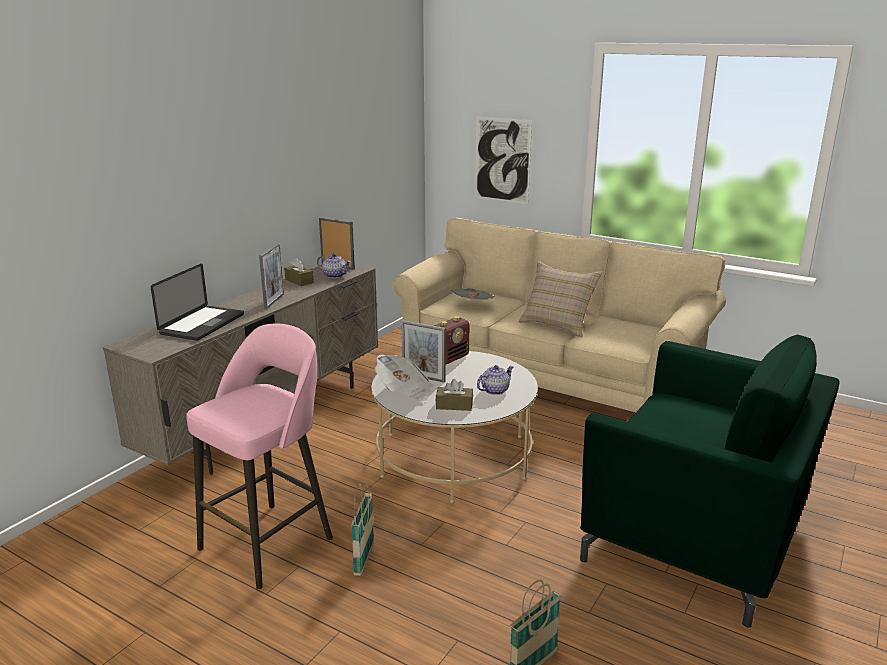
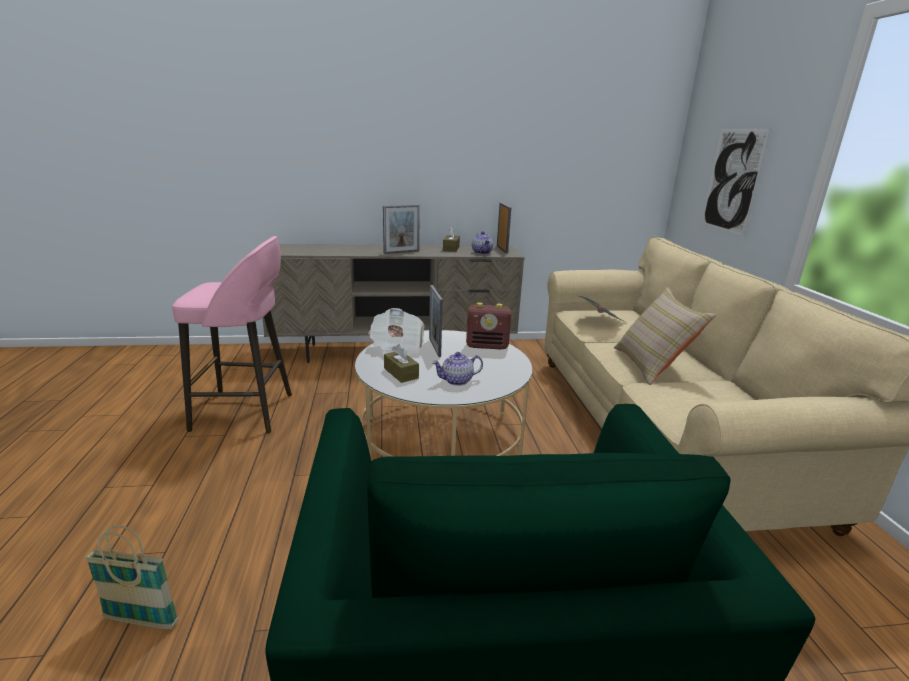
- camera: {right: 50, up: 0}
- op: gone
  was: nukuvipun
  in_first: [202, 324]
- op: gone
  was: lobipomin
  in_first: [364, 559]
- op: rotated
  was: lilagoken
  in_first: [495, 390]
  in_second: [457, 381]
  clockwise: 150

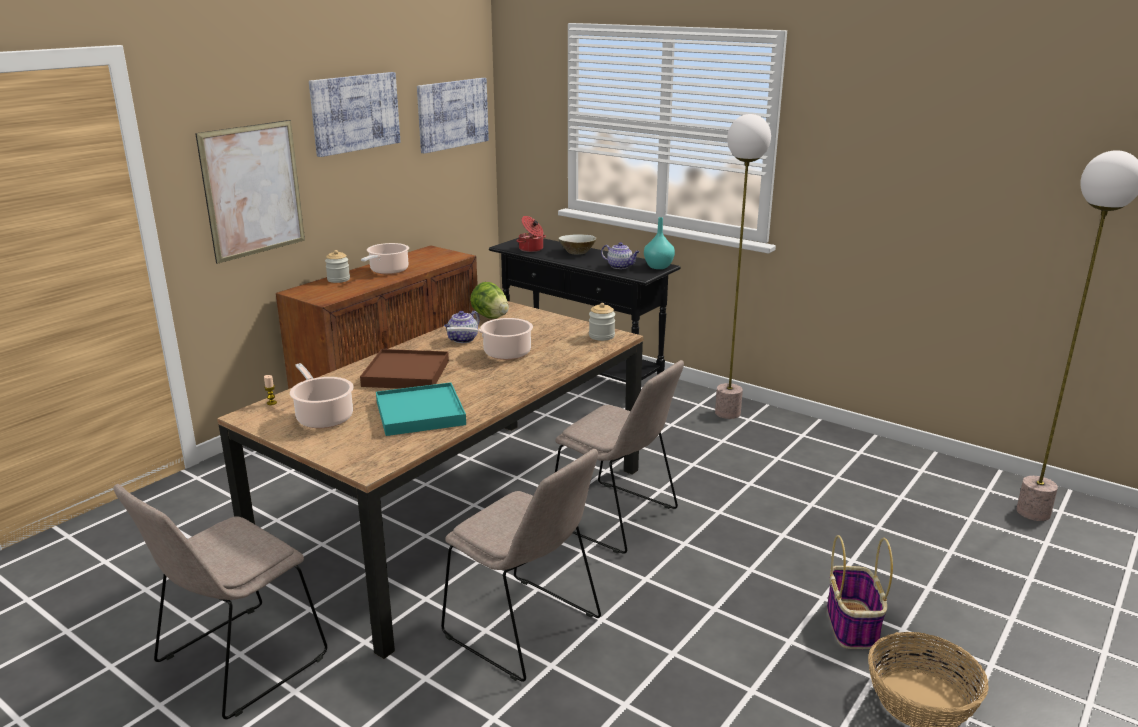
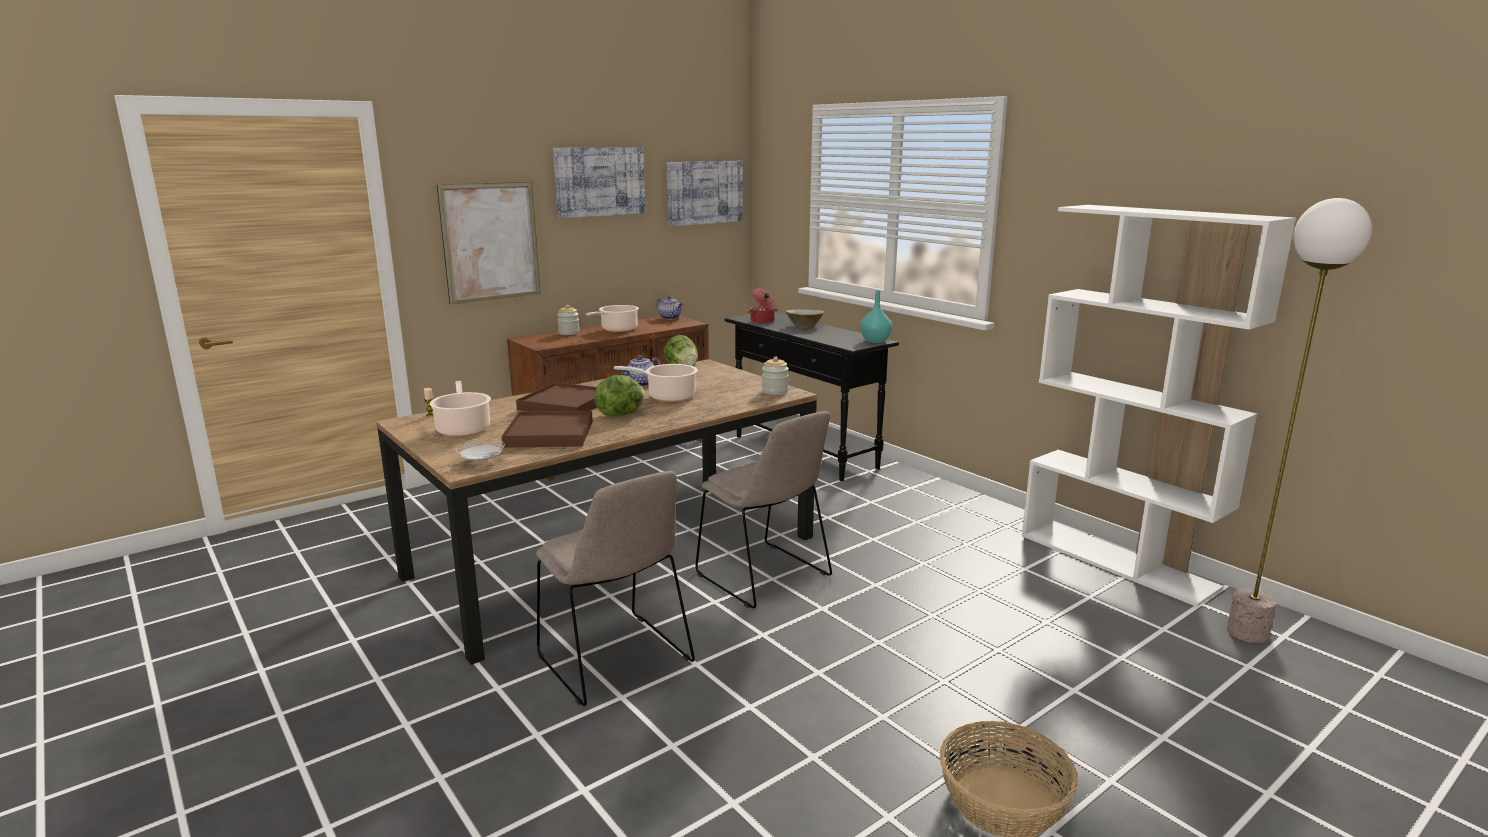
- camera: {right: 15, up: -5}
- op: gone
  was: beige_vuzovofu
  in_first: [237, 663]
- op: repainted
  was: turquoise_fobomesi
  now: brown_fobomesi
  in_first: [420, 413]
  in_second: [550, 434]
- op: shifted
  was: lilagoken
  in_first: [620, 266]
  in_second: [670, 318]
- op: gone
  was: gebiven
  in_first: [727, 413]
- op: gone
  was: lobipomin
  in_first: [852, 625]
- op: new
  now: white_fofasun
  in_second: [481, 461]
- op: new
  now: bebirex
  in_second: [621, 414]
- op: new
  now: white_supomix
  in_second: [1117, 561]

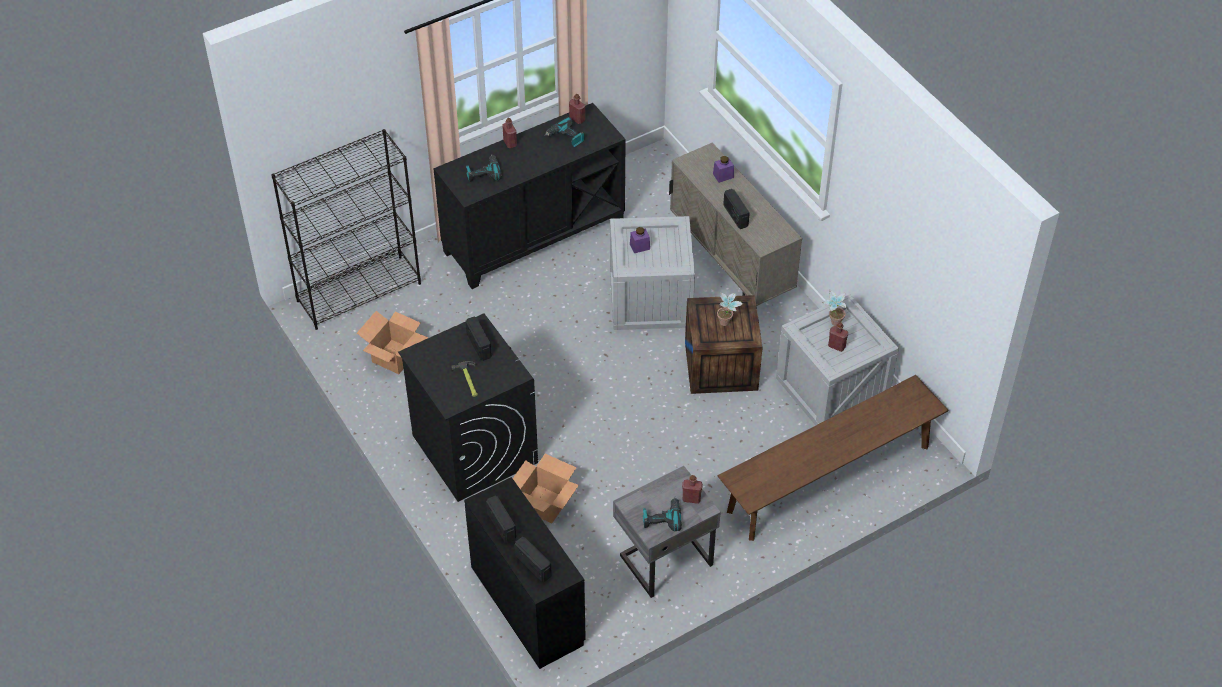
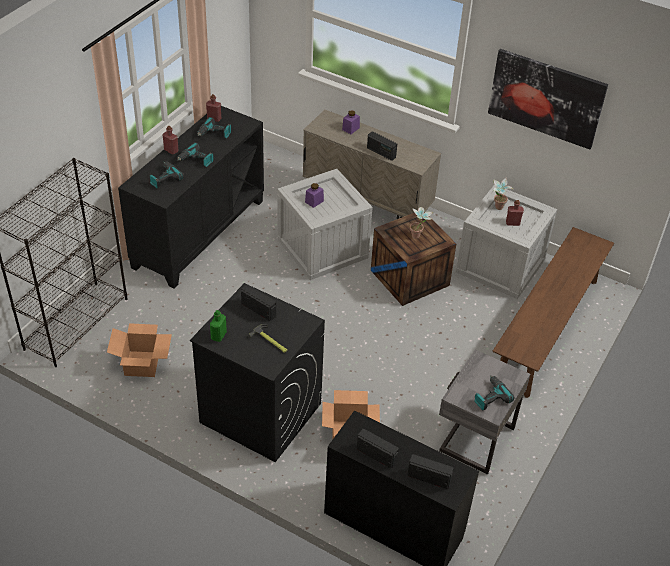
- camera: {right: -30, up: -5}
- op: gone
  was: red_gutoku
  in_first: [691, 498]
- op: new
  now: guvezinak
  in_second: [196, 160]
- op: new
  now: green_gutoku
  in_second: [218, 336]
- op: new
  now: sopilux
  in_second: [546, 98]

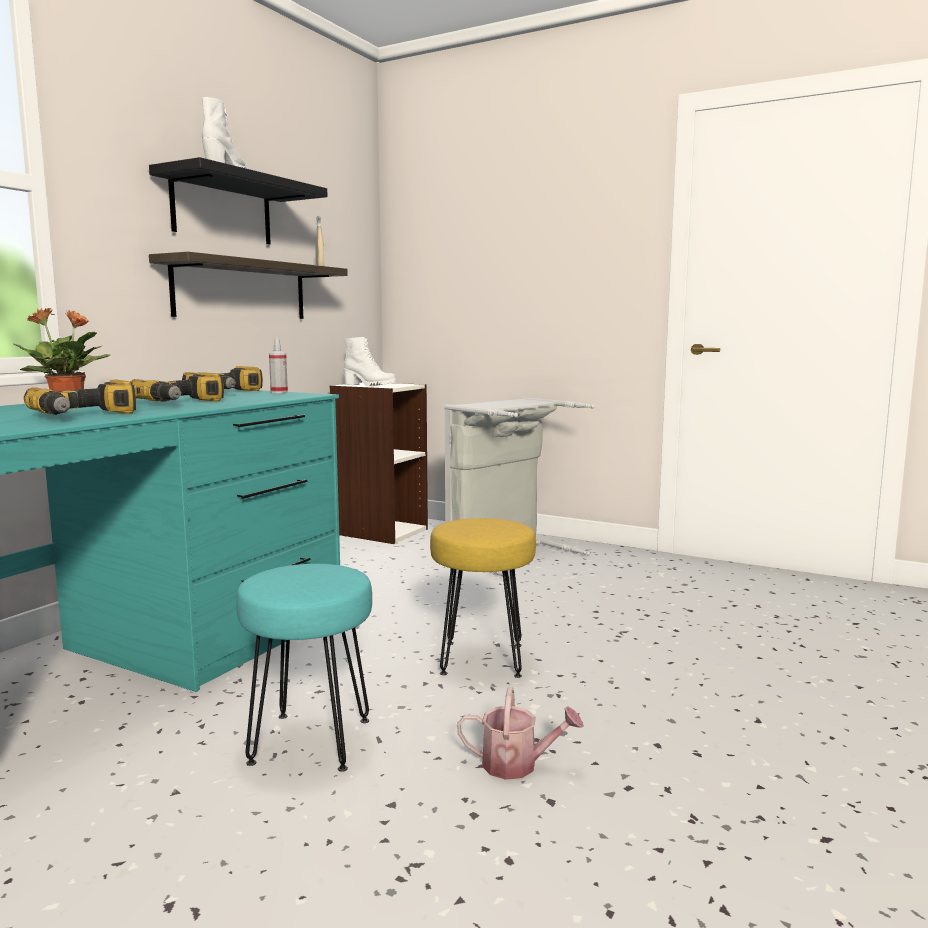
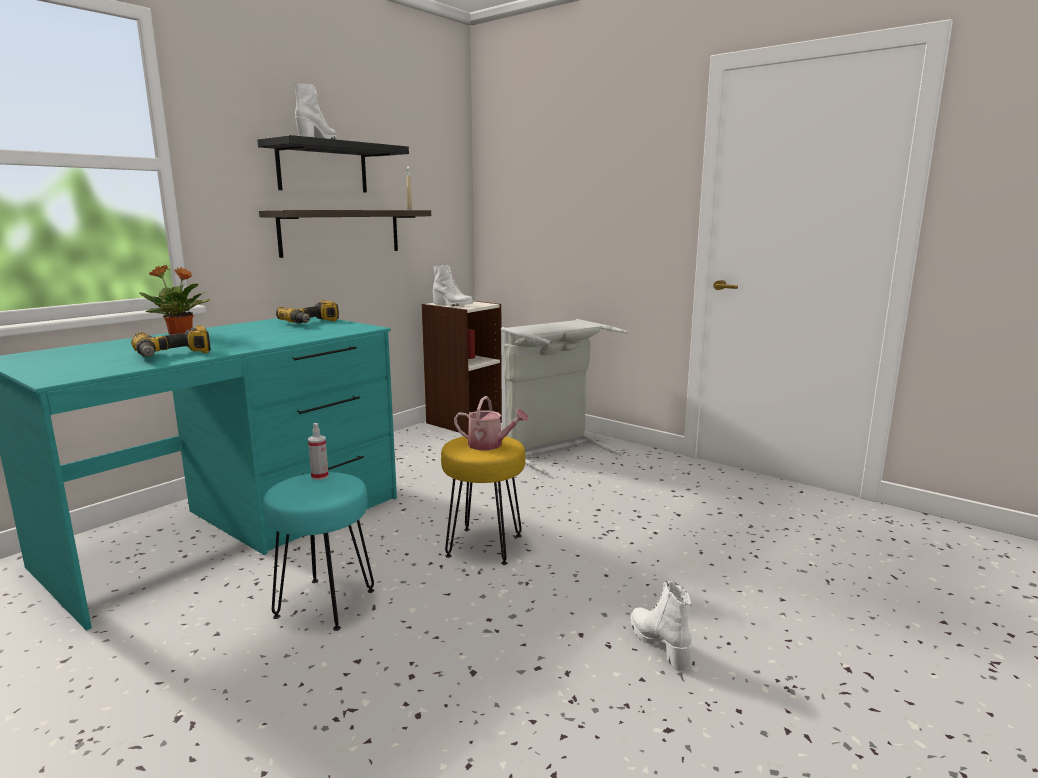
- camera: {right: 10, up: 5}
- op: gone
  was: guvezinak
  in_first: [182, 403]
- op: shifted
  was: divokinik
  in_first: [279, 392]
  in_second: [320, 476]
- op: shifted
  was: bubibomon
  in_first: [517, 764]
  in_second: [490, 445]
- op: new
  now: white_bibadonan
  in_second: [660, 644]

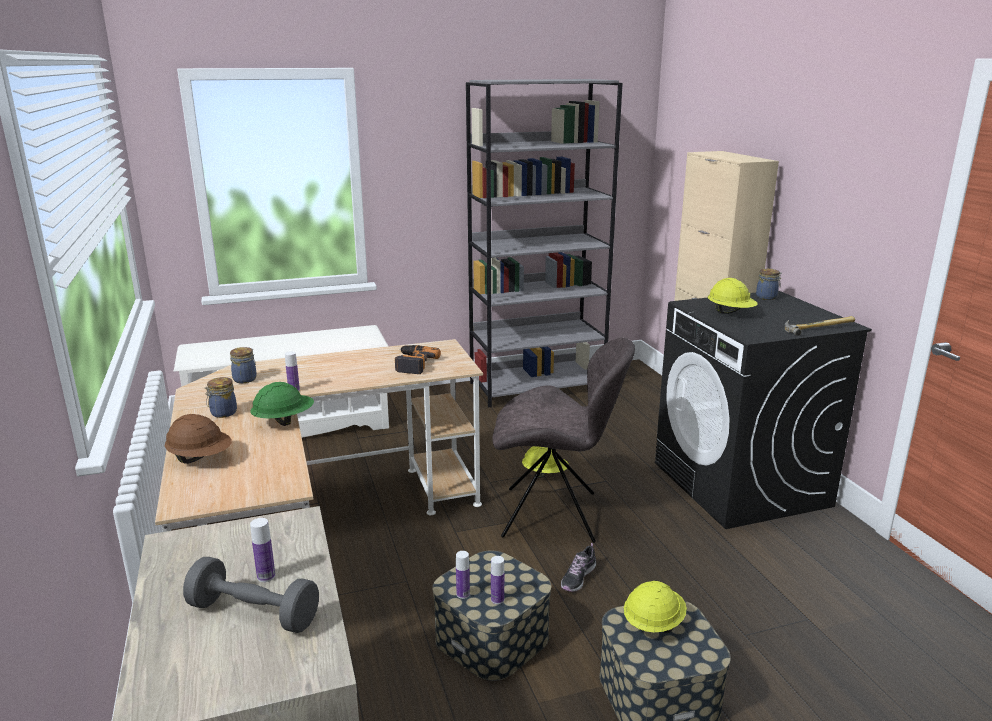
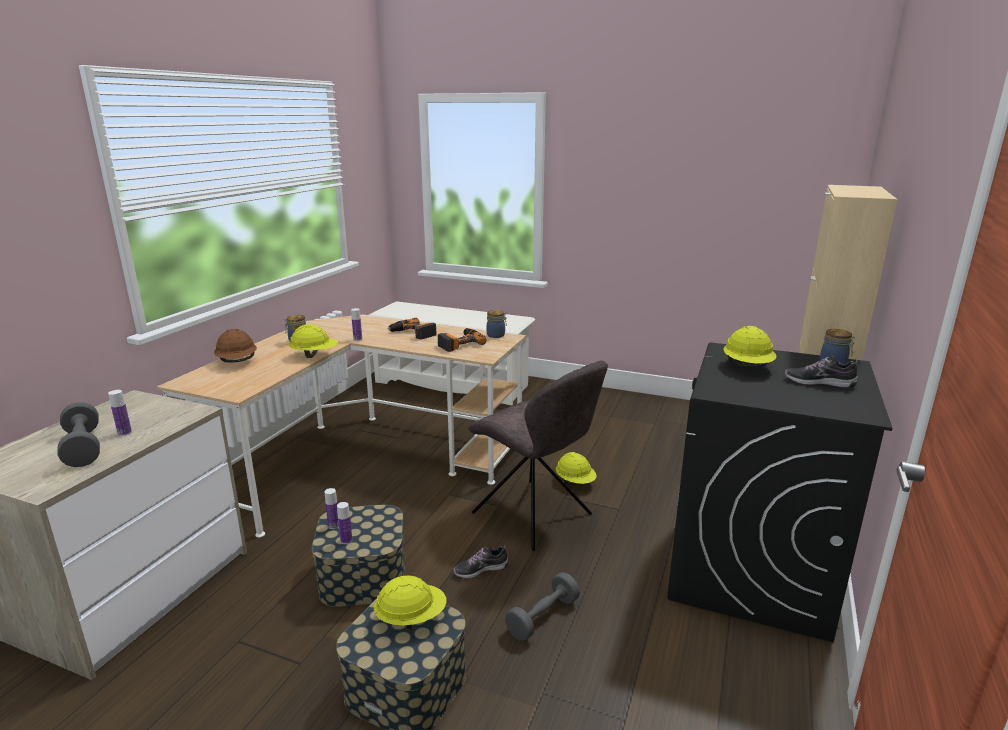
- camera: {right: 40, up: 0}
- op: shifted
  was: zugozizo
  in_first: [246, 379]
  in_second: [496, 335]
- op: repainted
  was: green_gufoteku
  now: yellow_gufoteku
  in_first: [284, 421]
  in_second: [315, 355]
- op: gone
  was: grey_supomix
  in_first: [537, 386]
- op: gone
  was: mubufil
  in_first: [816, 327]
- op: new
  now: guvezinak
  in_second: [412, 333]
- op: new
  now: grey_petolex
  in_second: [542, 617]
- op: new
  now: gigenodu
  in_second: [819, 382]

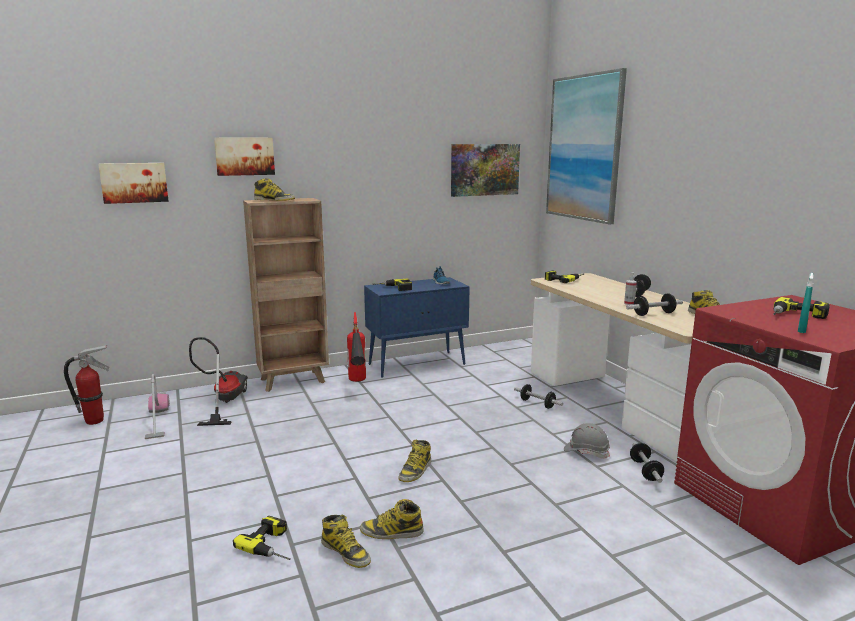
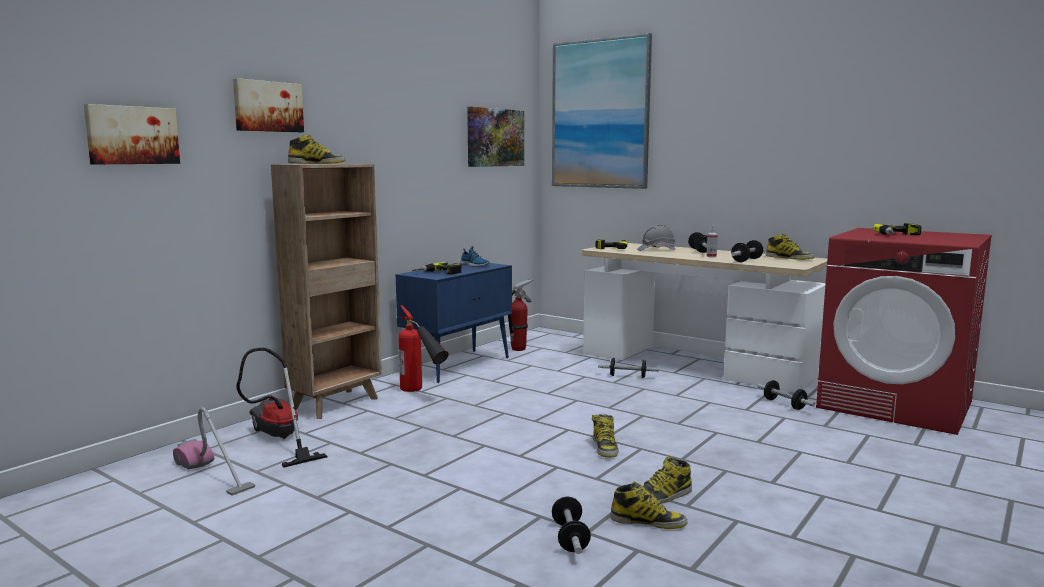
- camera: {right: -30, up: -5}
- op: shifted
  was: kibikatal
  in_first: [95, 421]
  in_second: [519, 349]
- op: swapped
  was: guvezinak
  now: petolex
  in_first: [274, 545]
  in_second: [570, 538]
- op: shifted
  was: grey_gufoteku
  in_first: [586, 451]
  in_second: [656, 250]
- op: gone
  was: turquoise_divokinik
  in_first: [801, 330]

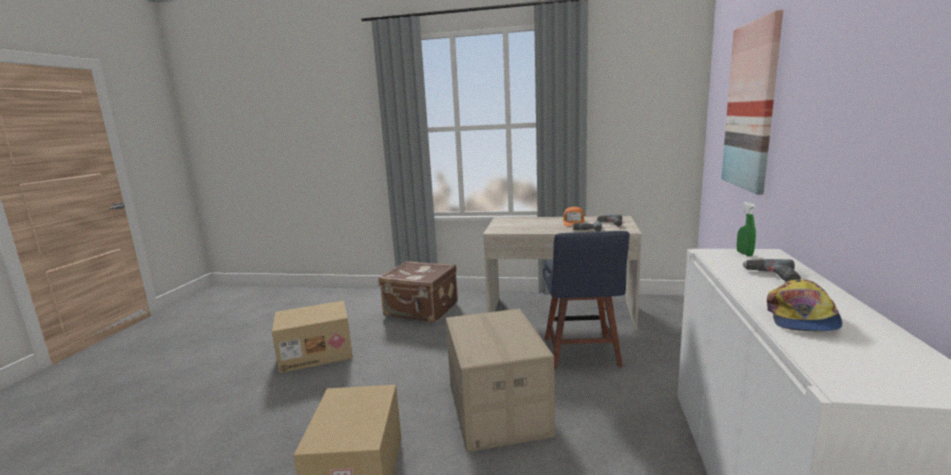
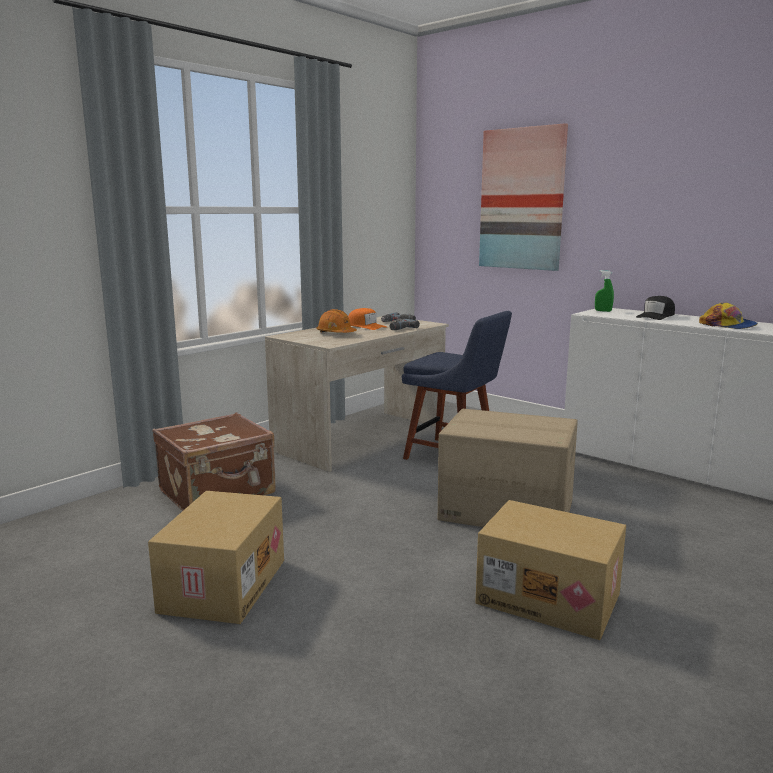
- camera: {right: -60, up: 0}
- op: swapped
  was: guvezinak
  now: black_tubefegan
  in_first: [773, 276]
  in_second: [656, 316]
- op: new
  now: orange_gufoteku
  in_second: [336, 333]

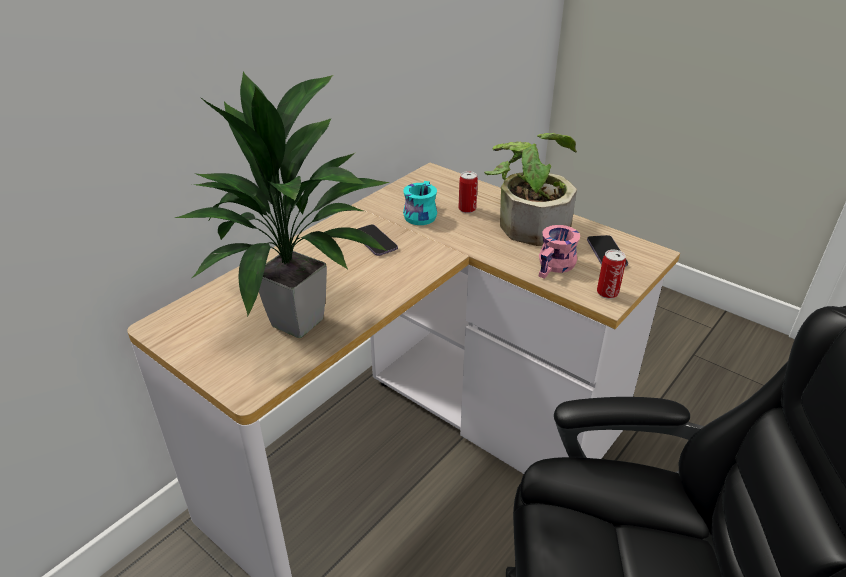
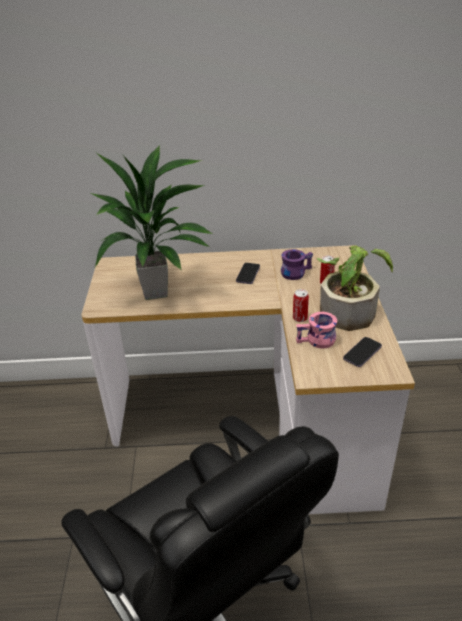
- camera: {right: 50, up: 0}
- op: repainted
  was: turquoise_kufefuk
  now: purple_kufefuk
  in_first: [419, 214]
  in_second: [295, 272]
- op: shifted
  was: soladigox
  in_first: [607, 293]
  in_second: [300, 318]

